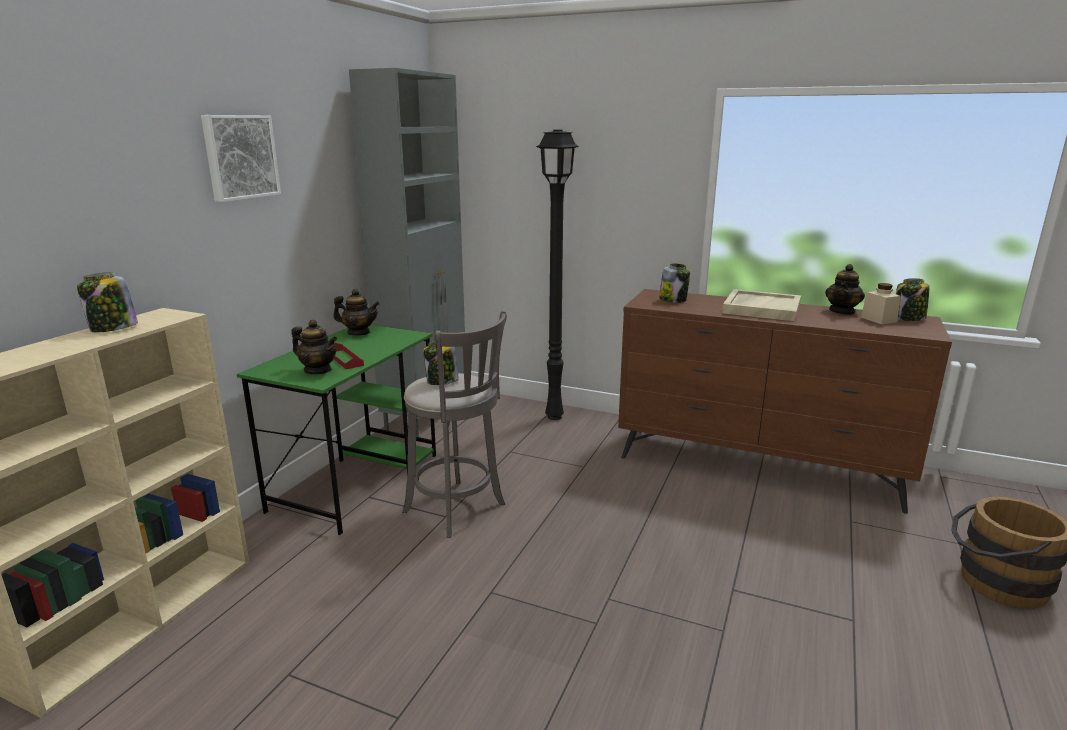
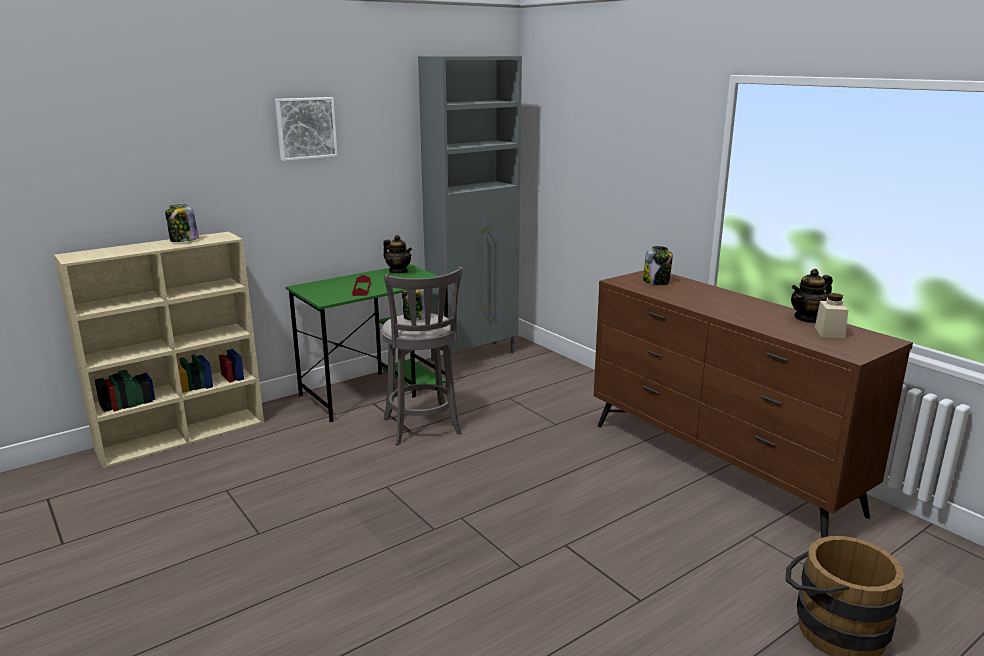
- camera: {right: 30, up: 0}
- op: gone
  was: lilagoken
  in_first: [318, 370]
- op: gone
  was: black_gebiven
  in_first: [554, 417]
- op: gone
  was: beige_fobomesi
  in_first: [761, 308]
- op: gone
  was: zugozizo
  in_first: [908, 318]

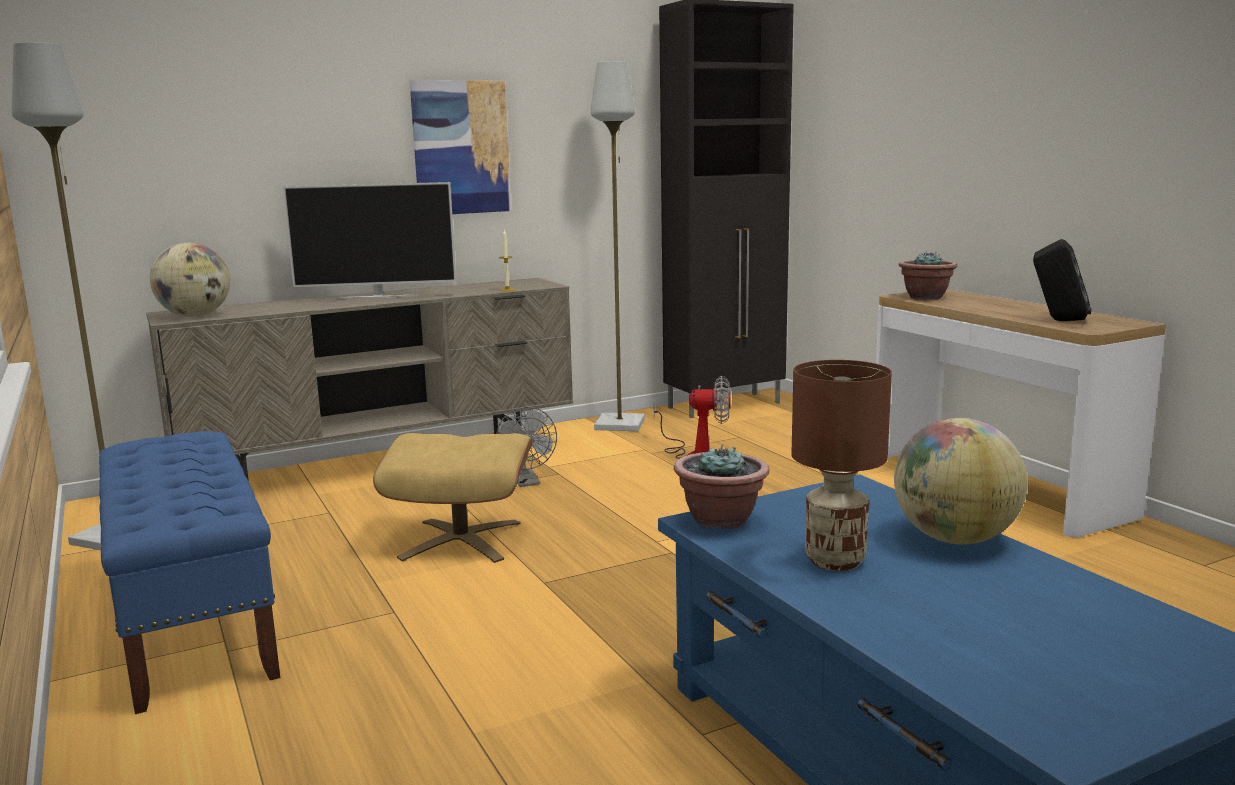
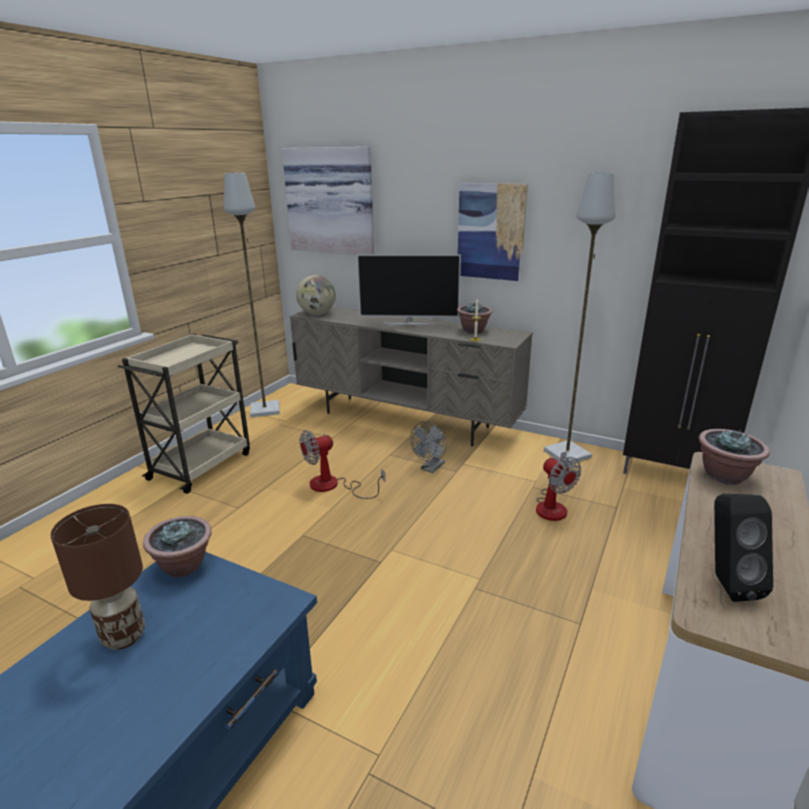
- camera: {right: 55, up: 10}
- op: swapped
  was: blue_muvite
  now: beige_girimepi
  in_first: [193, 619]
  in_second: [202, 465]
- op: rotated
  was: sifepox
  in_first: [377, 297]
  in_second: [409, 323]
  clockwise: -45
- op: swapped
  was: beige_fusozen
  now: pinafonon
  in_first: [461, 540]
  in_second: [333, 486]
- op: gone
  was: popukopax
  in_first: [954, 539]
- op: new
  now: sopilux
  in_second: [331, 201]
- op: new
  now: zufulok
  in_second: [473, 330]

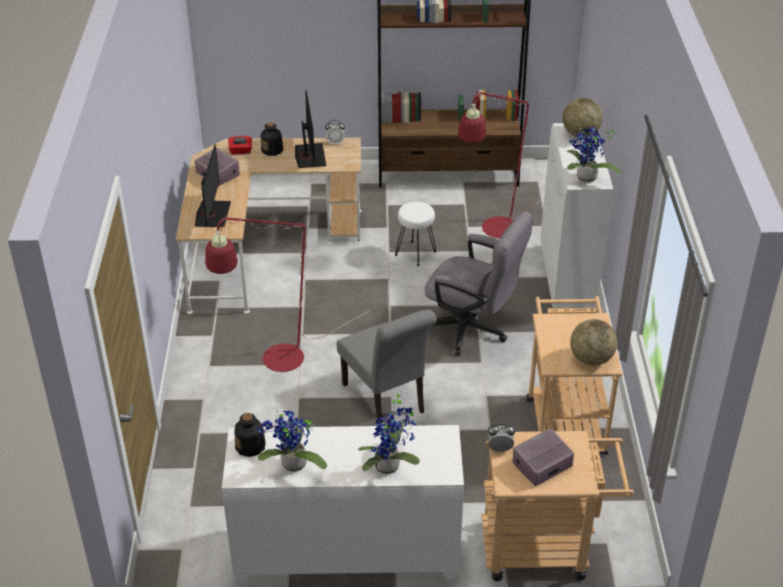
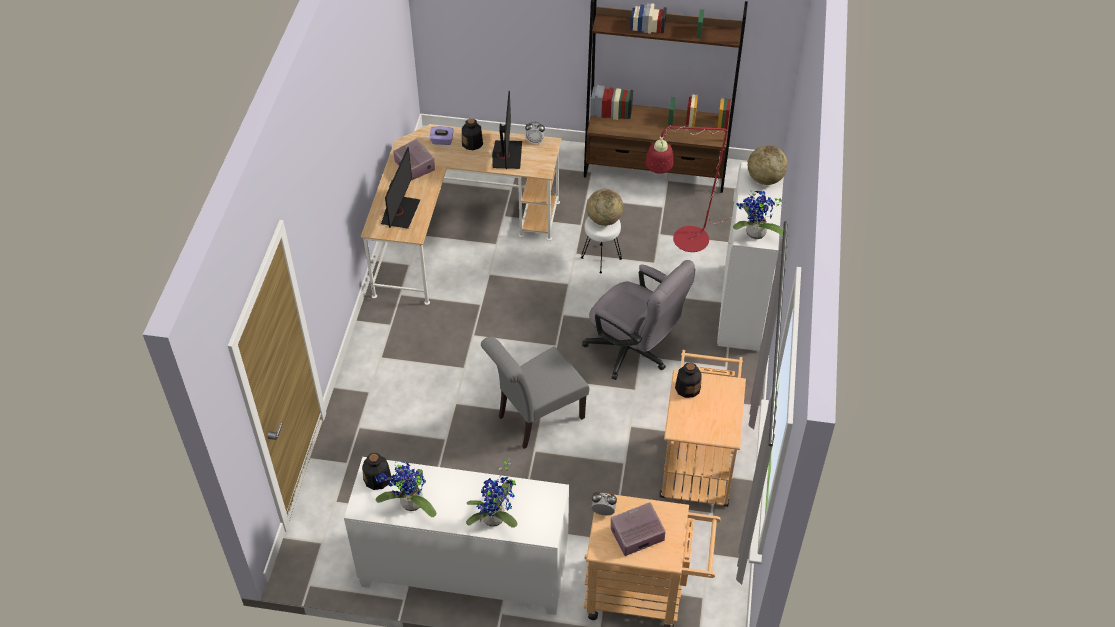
- camera: {right: 10, up: 10}
- op: gone
  was: red_gebiven
  in_first: [274, 363]
- op: repainted
  was: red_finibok
  now: purple_finibok
  in_first: [240, 151]
  in_second: [442, 141]
- op: rotated
  was: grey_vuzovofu
  in_first: [386, 401]
  in_second: [536, 419]
  clockwise: 75
- op: shifted
  was: popukopax
  in_first: [591, 359]
  in_second: [604, 220]
- op: new
  now: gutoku
  in_second: [687, 388]

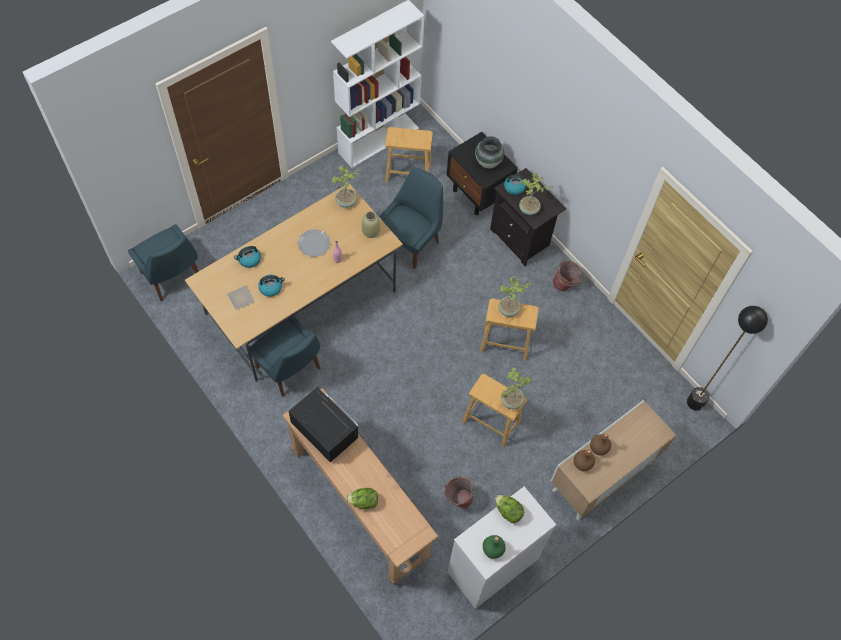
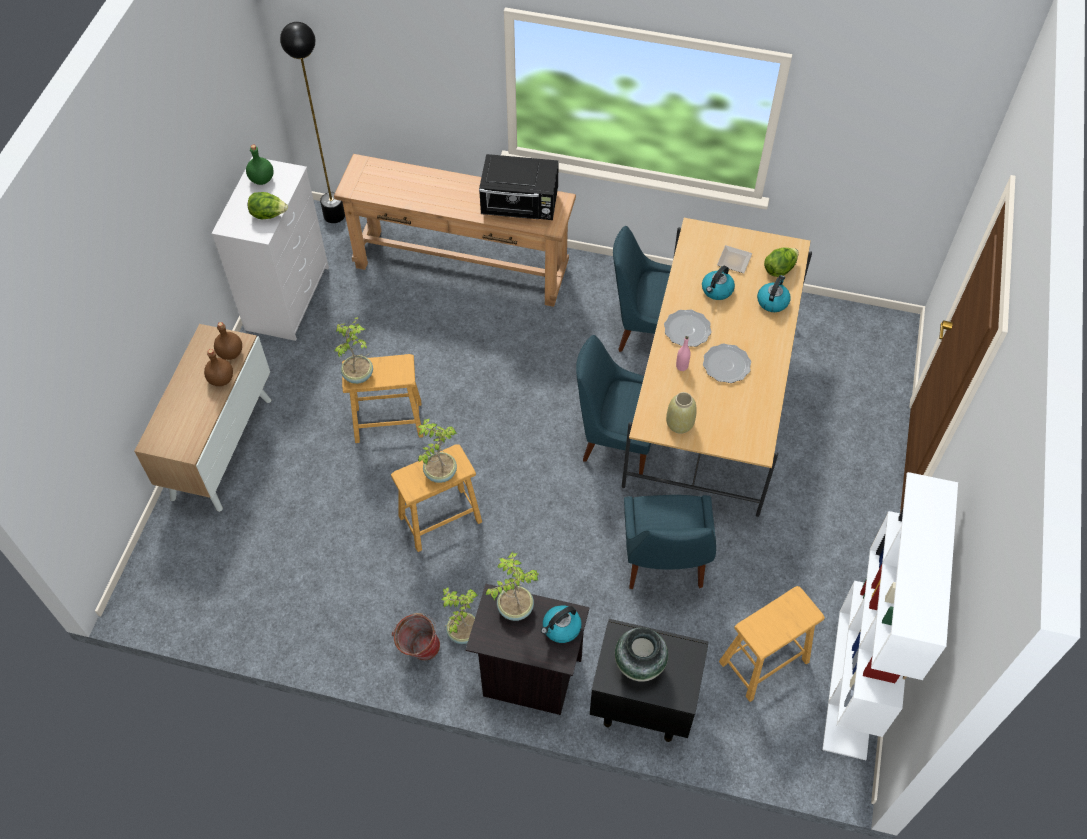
- camera: {right: 145, up: -5}
- op: shifted
  was: blue_vuzovofu
  in_first: [172, 277]
  in_second: [616, 439]
- op: shifted
  was: zufulok
  in_first: [346, 202]
  in_second: [462, 632]
- op: shifted
  was: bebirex
  in_first: [363, 502]
  in_second: [779, 269]
- op: gone
  was: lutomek
  in_first: [457, 499]
- op: shifted
  was: black_gebiven
  in_first: [695, 402]
  in_second: [334, 215]
- op: new
  now: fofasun
  in_second: [687, 330]

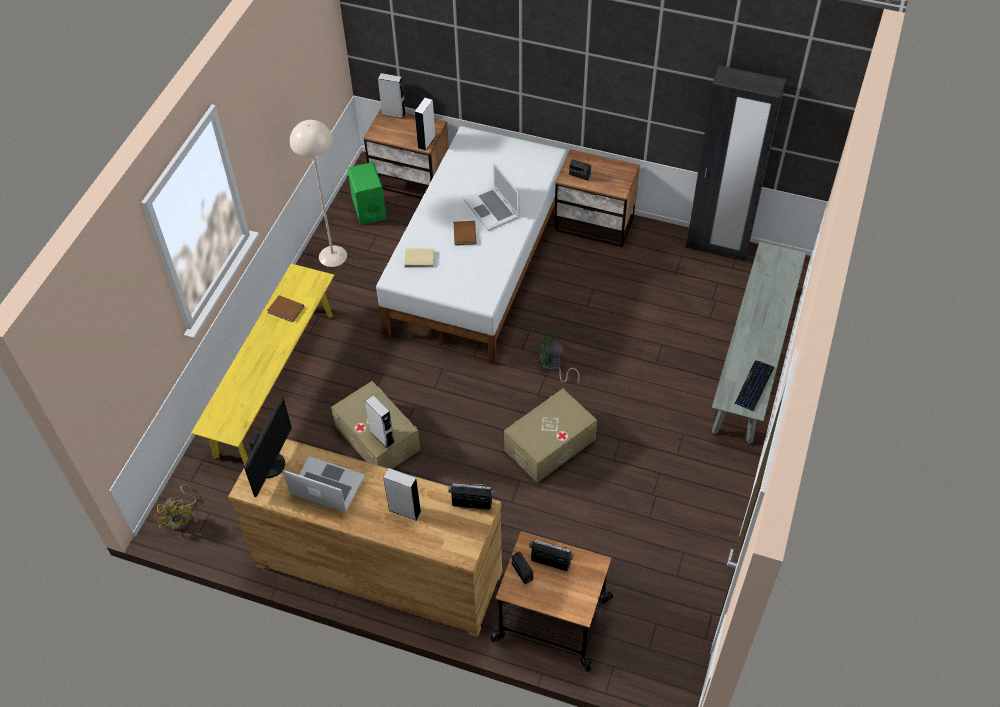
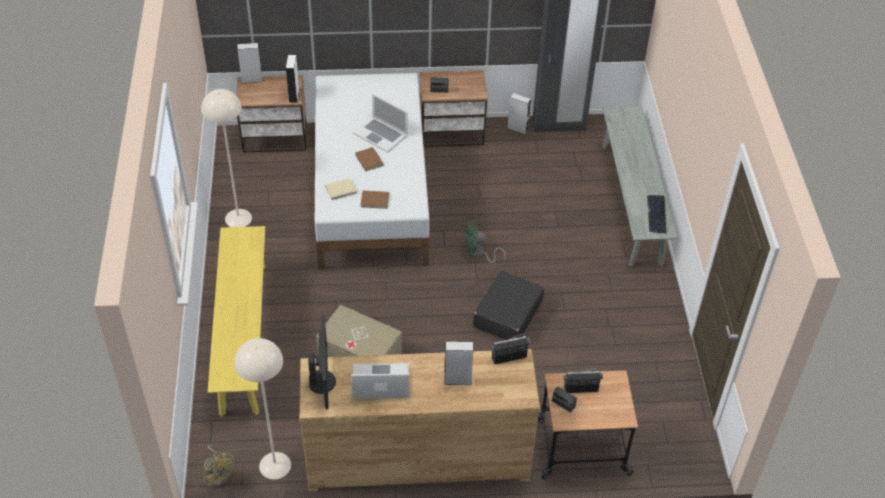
- camera: {right: -25, up: -5}
- op: shifted
  was: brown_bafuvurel
  in_first: [286, 310]
  in_second: [375, 201]
- op: gone
  was: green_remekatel
  in_first: [369, 209]
- op: shifted
  was: grey_remekatel
  in_first: [382, 437]
  in_second: [517, 129]
- op: swapped
  was: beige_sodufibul
  now: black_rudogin
  in_first: [549, 445]
  in_second: [507, 314]
- op: new
  now: beige_gebiven
  in_second: [274, 465]

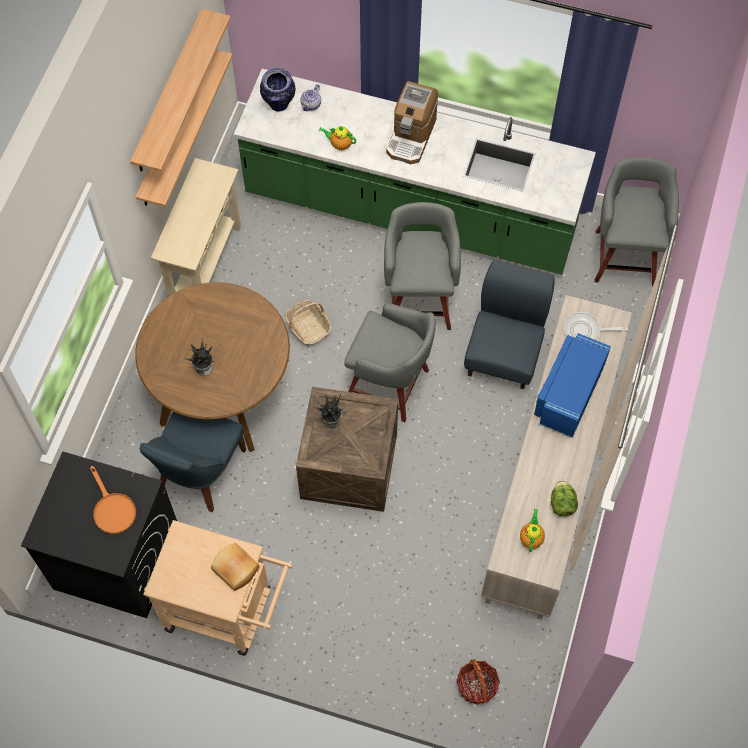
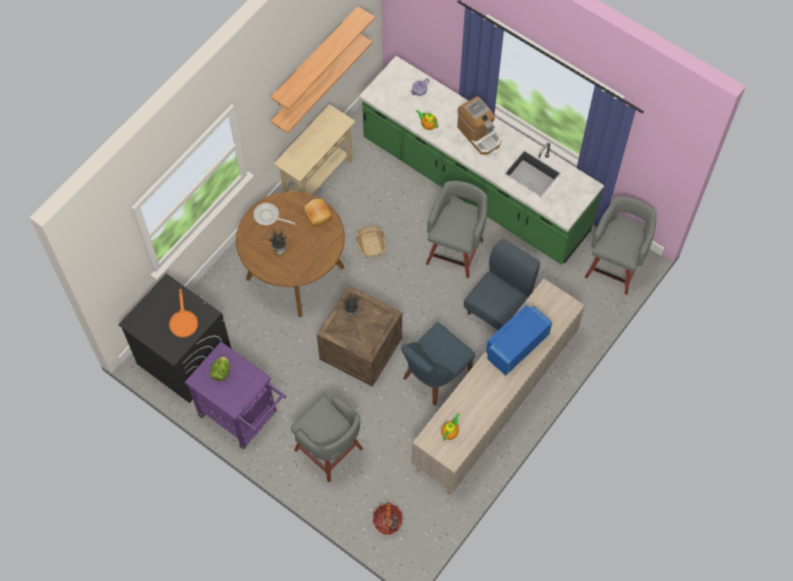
- camera: {right: 20, up: 0}
- op: shifted
  was: blue_vuzovofu
  in_first: [199, 473]
  in_second: [434, 376]
- op: repainted
  was: beige_girimepi
  now: purple_girimepi
  in_first: [227, 611]
  in_second: [243, 417]
- op: shifted
  was: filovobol
  in_first: [235, 570]
  in_second: [317, 216]
- op: gone
  was: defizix
  in_first: [279, 105]
- op: shifted
  was: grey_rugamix
  in_first: [390, 386]
  in_second: [330, 451]
- op: rotated
  was: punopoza
  in_first: [411, 136]
  in_second: [479, 134]
  clockwise: -75
- op: shifted
  was: bebirex
  in_first: [562, 504]
  in_second: [221, 372]
- op: shifted
  was: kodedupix
  in_first: [585, 330]
  in_second: [268, 216]

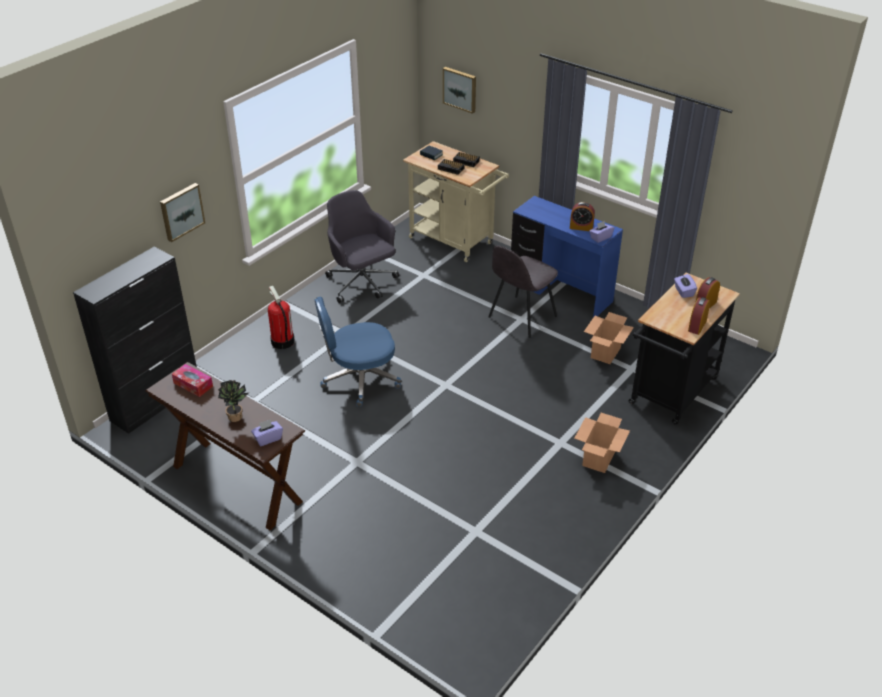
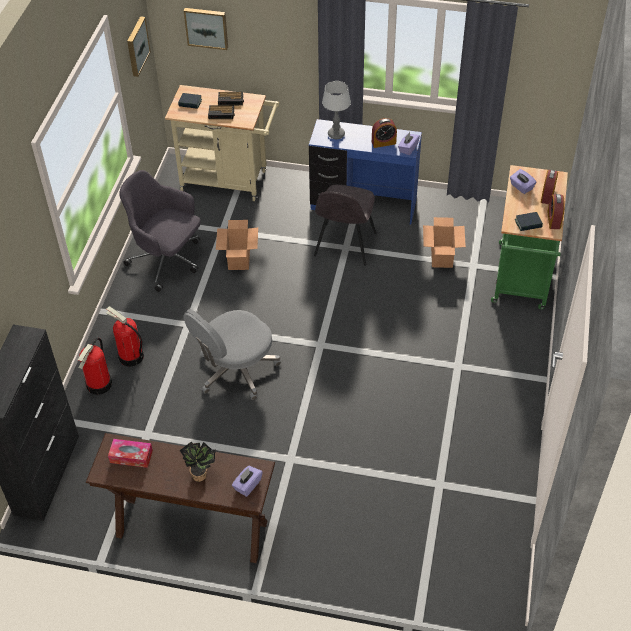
- camera: {right: -25, up: 10}
- op: shifted
  was: sopilux
  in_first: [181, 211]
  in_second: [136, 46]
- op: repainted
  was: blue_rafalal
  now: grey_rafalal
  in_first: [359, 380]
  in_second: [235, 370]
- op: shifted
  was: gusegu
  in_first: [598, 459]
  in_second: [239, 259]
- op: repainted
  was: black_girimepi
  now: green_girimepi
  in_first: [670, 395]
  in_second: [521, 280]
- op: new
  now: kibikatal
  in_second: [99, 384]
- op: new
  now: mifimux
  in_second: [336, 135]
- op: new
  now: bafuvurel
  in_second: [528, 224]

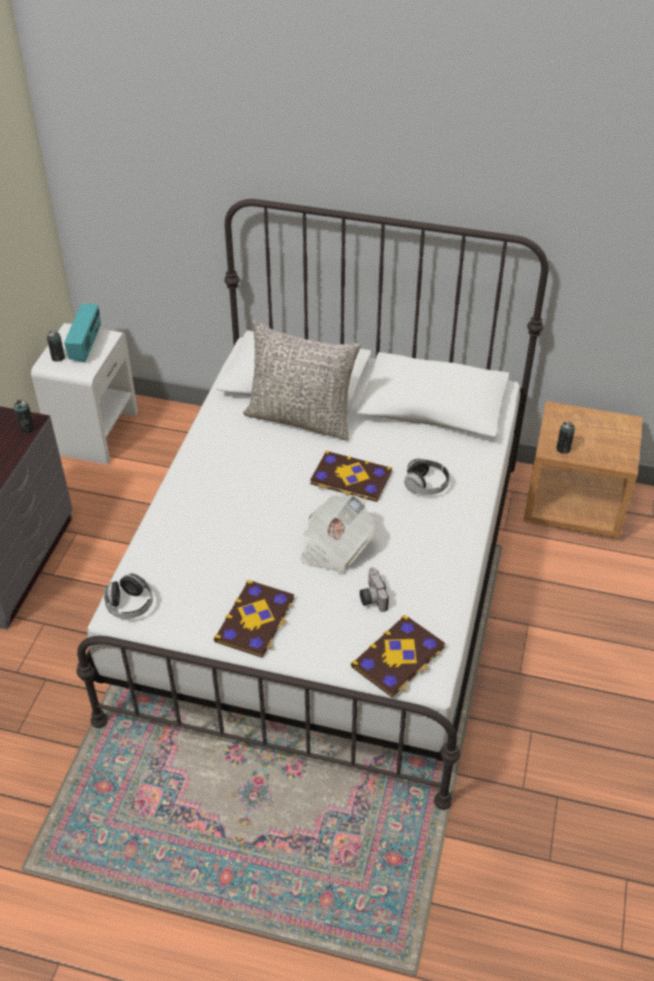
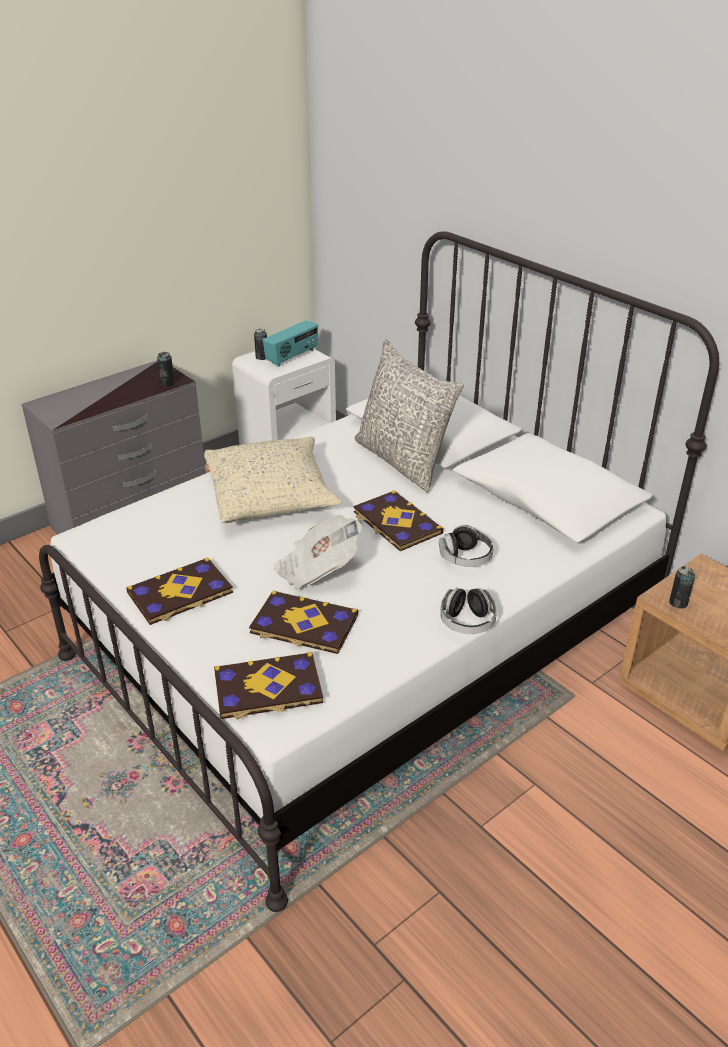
- camera: {right: 35, up: -10}
- op: shifted
  was: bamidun
  in_first: [130, 605]
  in_second: [467, 622]
- op: swapped
  was: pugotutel
  now: bafuvurel
  in_first: [371, 597]
  in_second: [303, 625]
- op: new
  now: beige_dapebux
  in_second: [271, 495]

